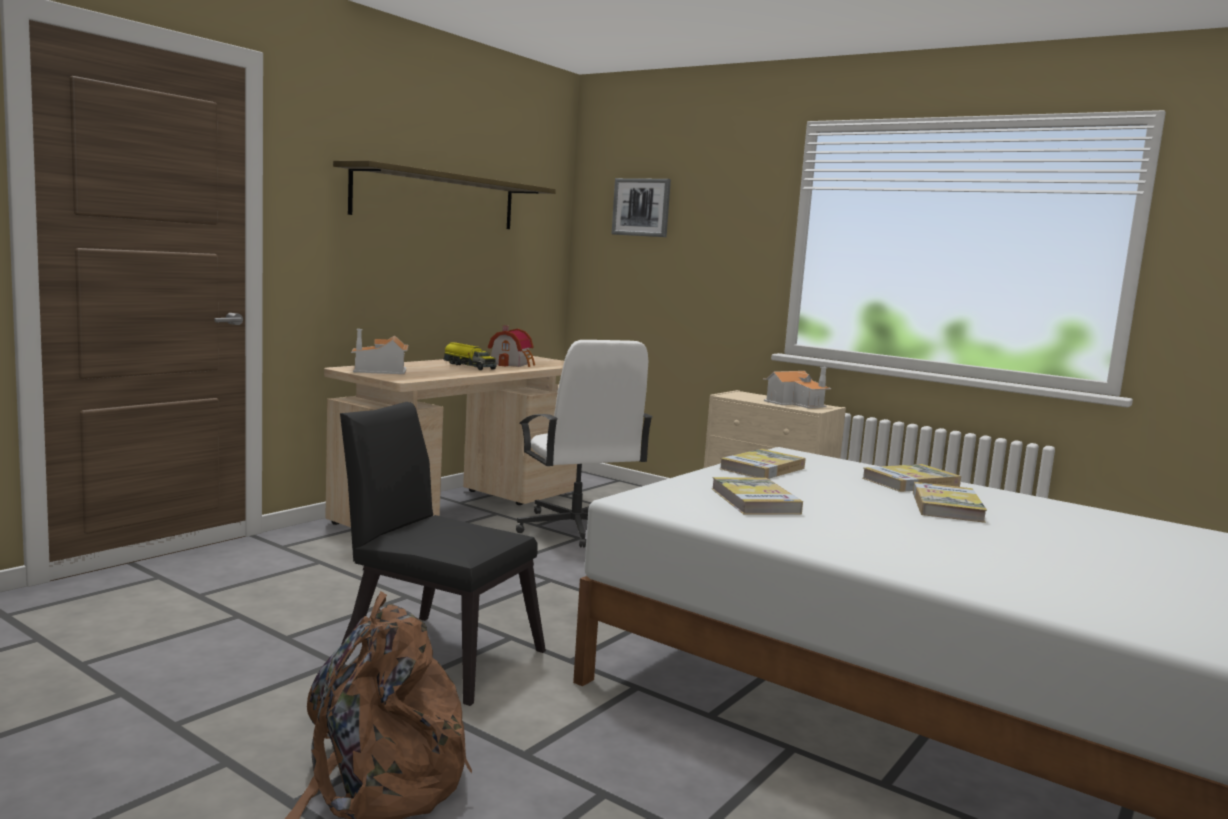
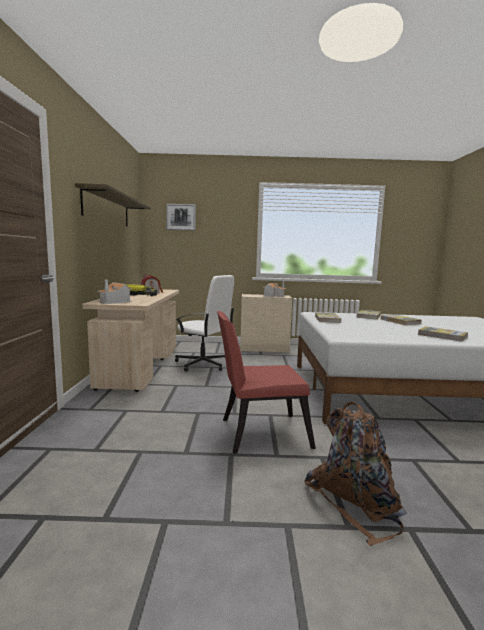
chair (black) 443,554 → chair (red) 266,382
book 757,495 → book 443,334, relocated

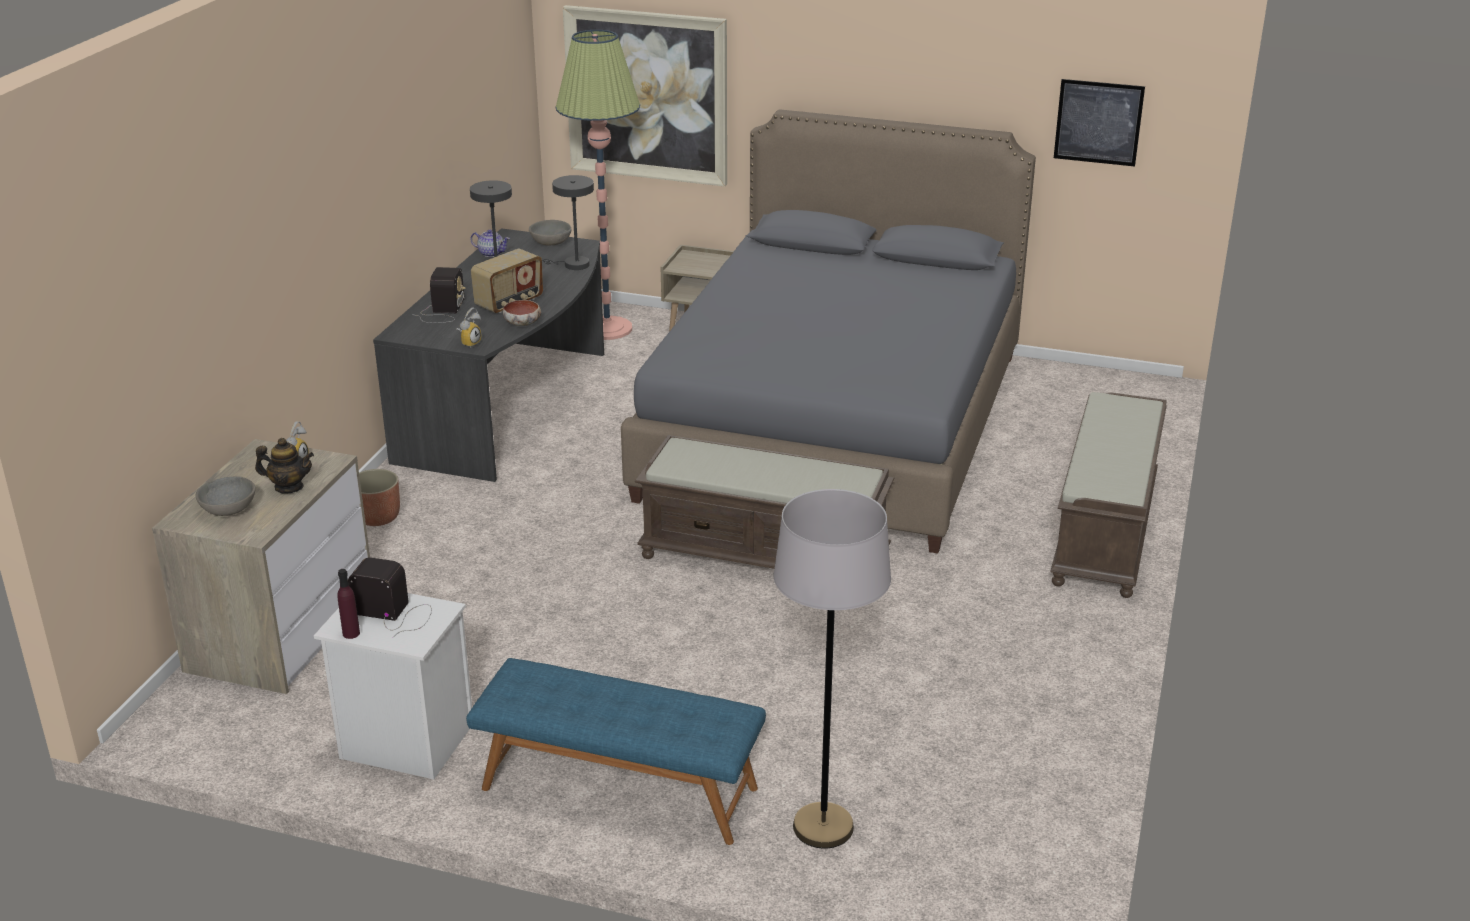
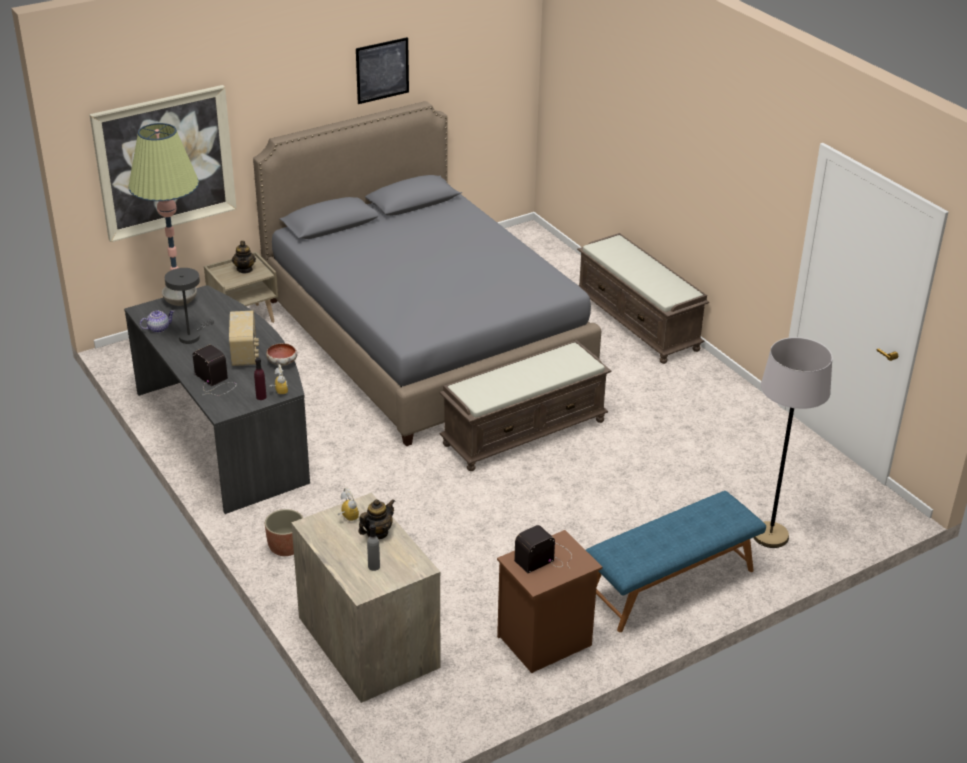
picture 1099,122 → picture 382,70, relocated
table lamp (grey) 568,222 → -
bowl (grey) 226,496 → bottle (grey) 373,547
bottle (purple) 348,604 → bottle (purple) 260,379, relocated
nightstand (white) 393,686 → nightstand (brown) 549,601
- → teapot 244,257

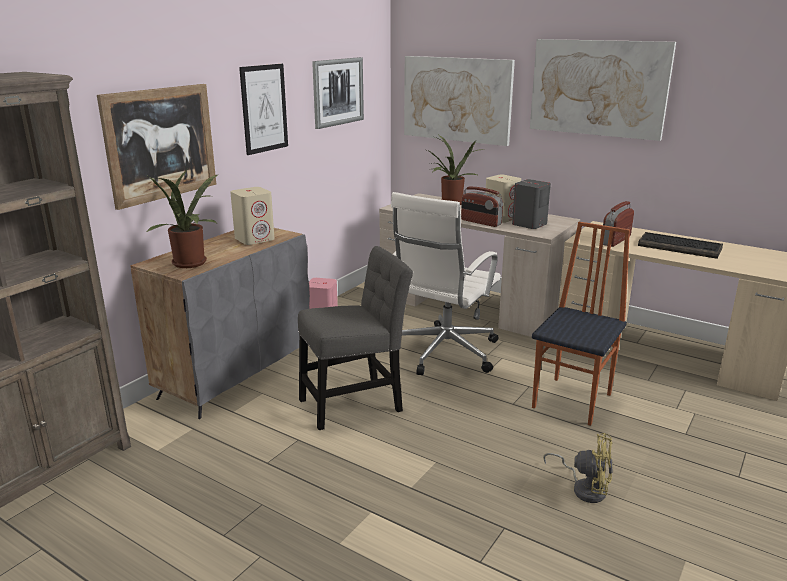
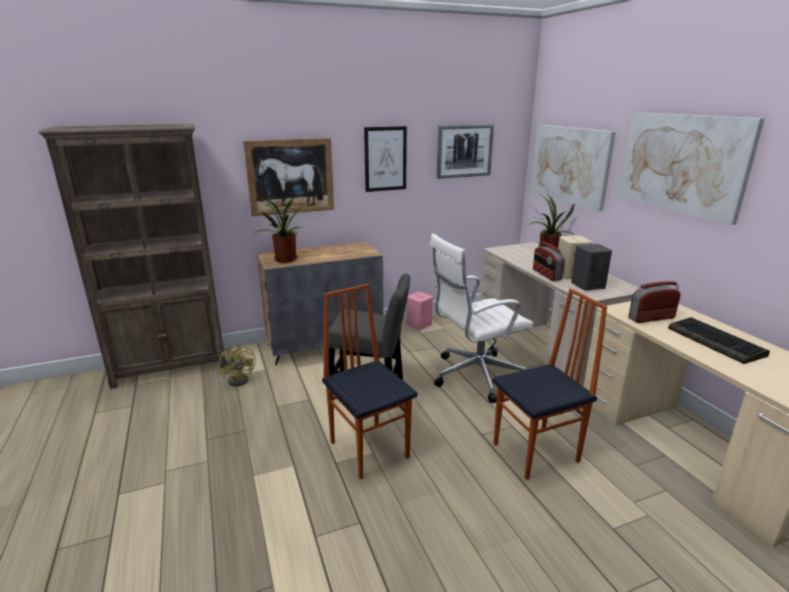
speaker (beige) 252,216 → -
fan (yellow) 578,468 → fan (yellow) 237,365, relocated
- → chair 369,382

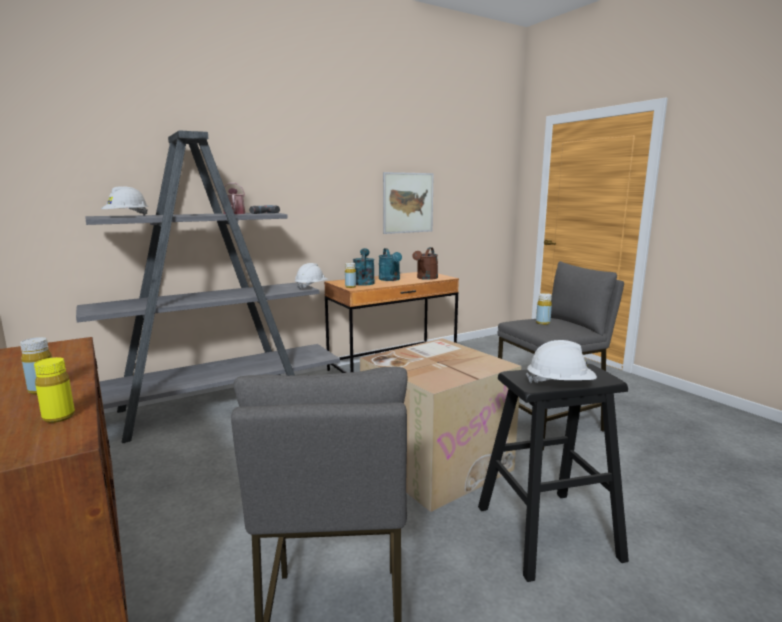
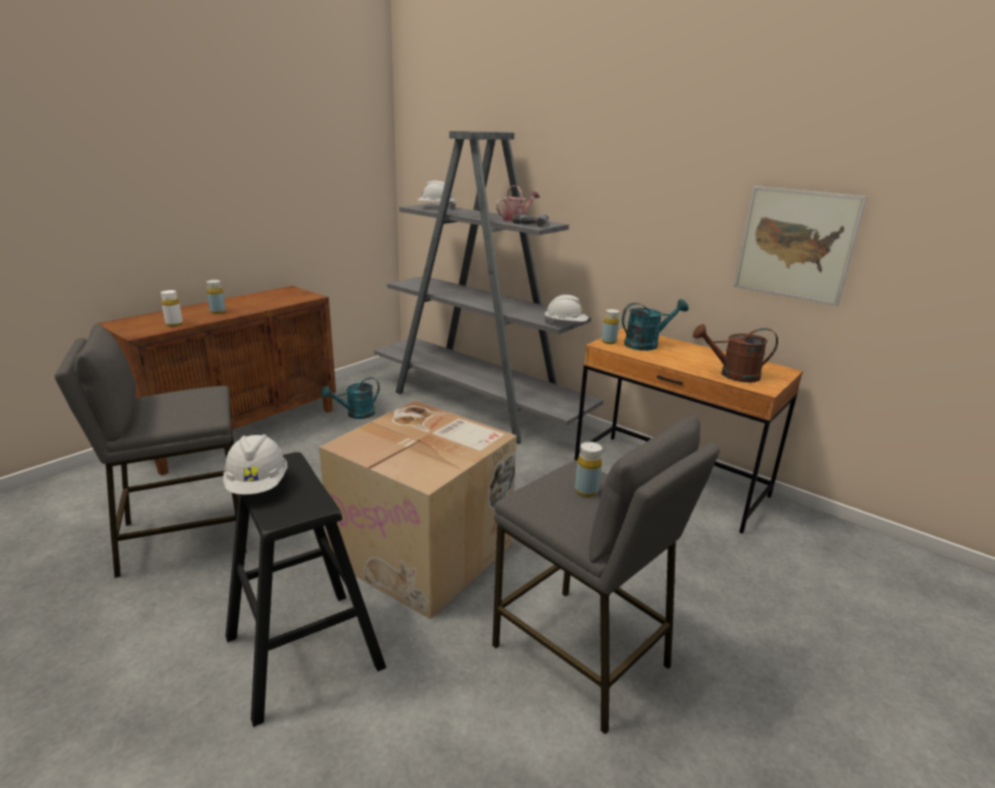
watering can (turquoise) 390,264 → watering can (turquoise) 350,398, relocated
bottle (yellow) 54,390 → bottle (white) 172,308

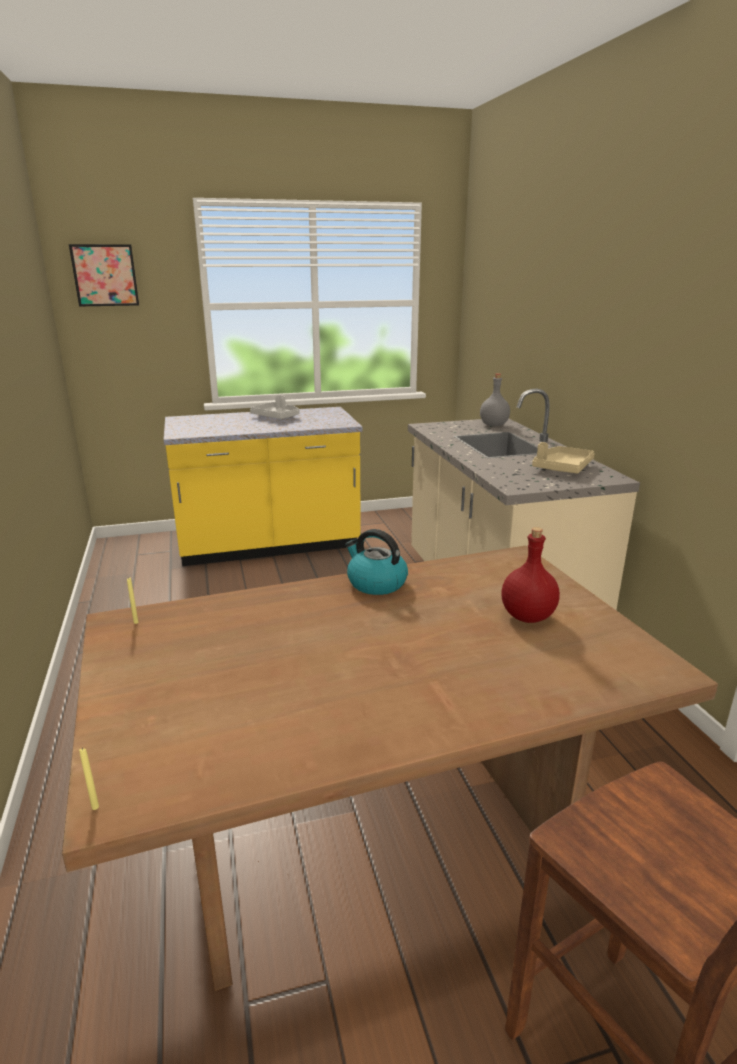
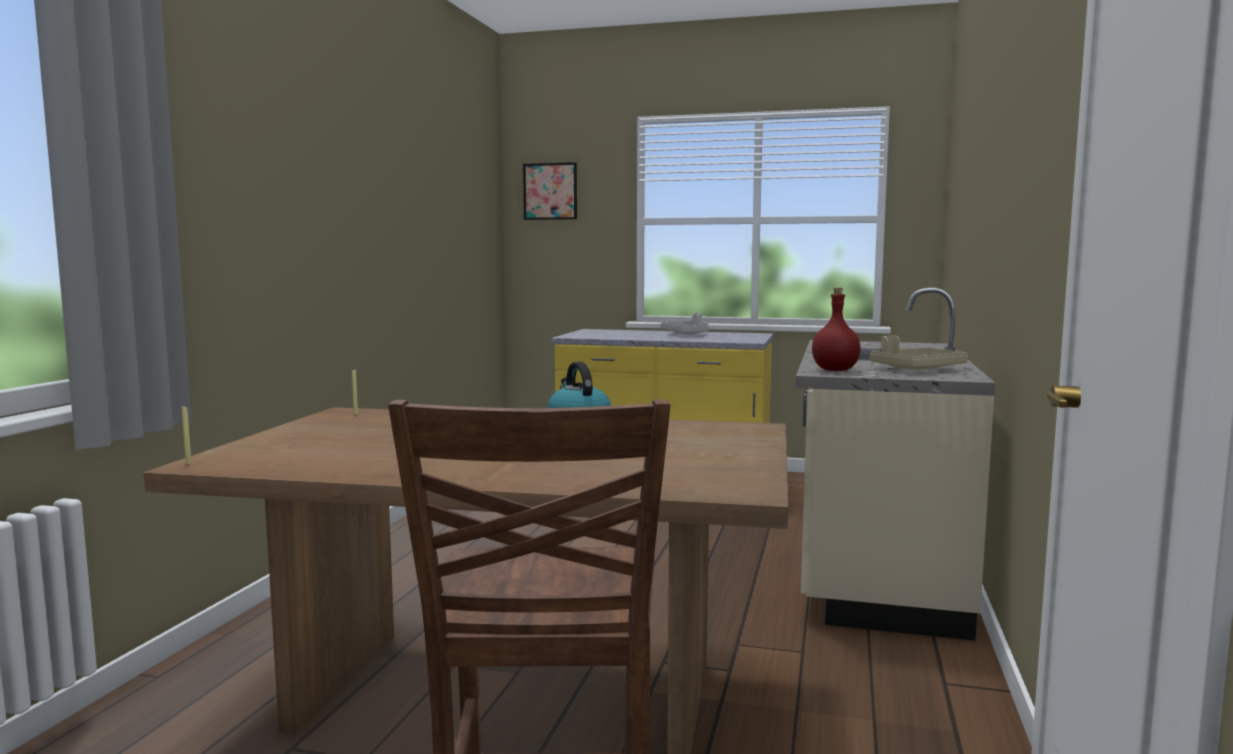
bottle (grey) 495,399 → -
bottle (red) 531,575 → bottle (red) 836,329, relocated

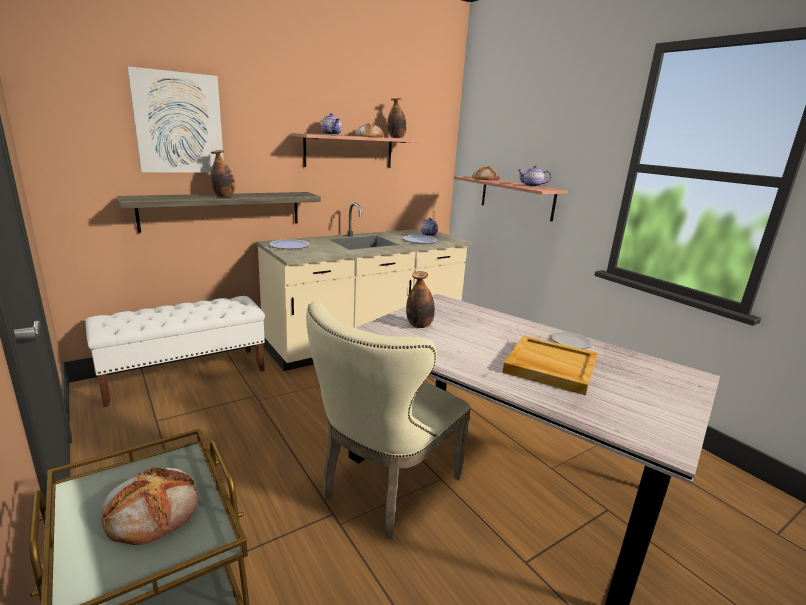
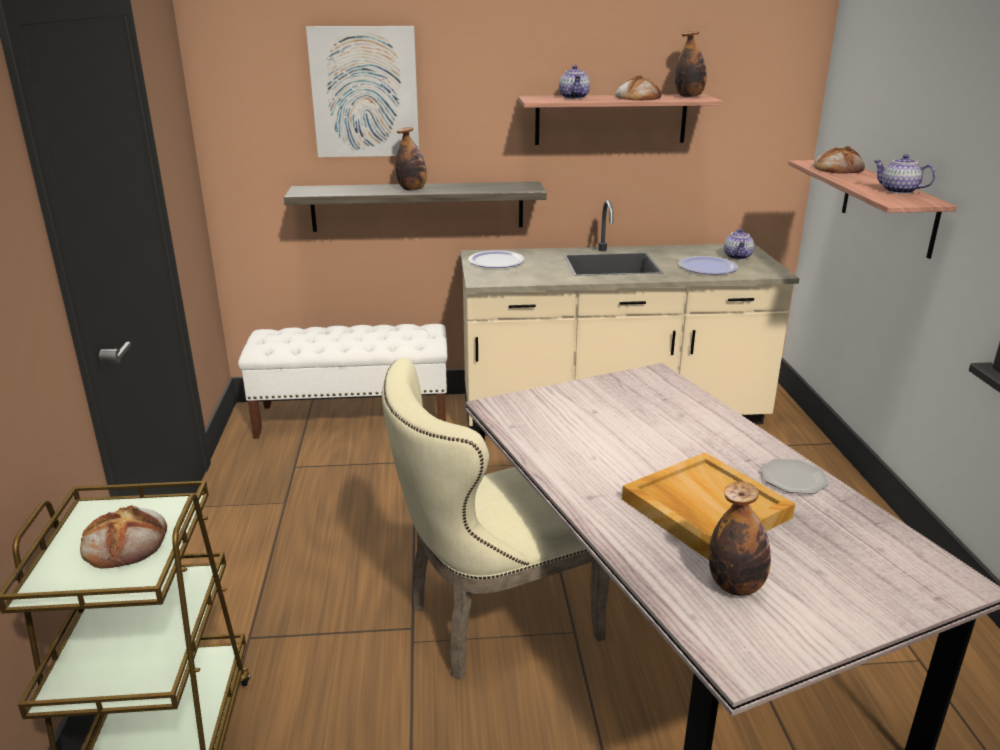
bottle 420,299 → bottle 740,538, relocated

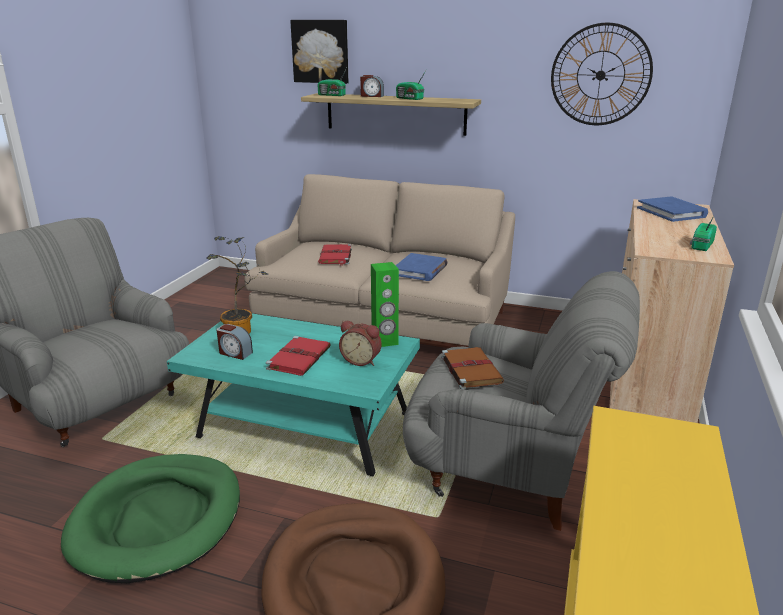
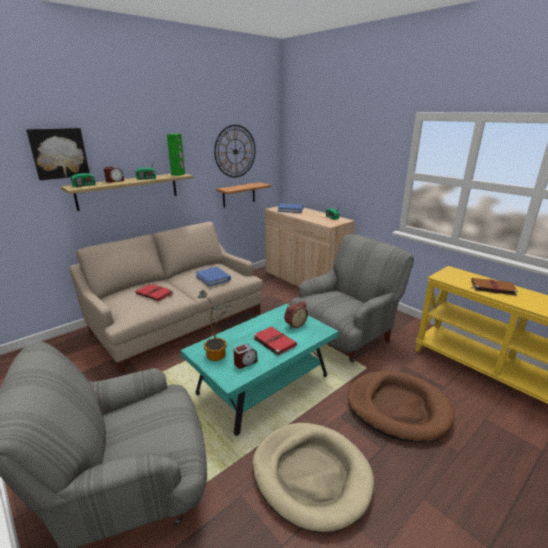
speaker (green) 385,304 → speaker (green) 176,155, relocated
book (brown) 472,368 → book (brown) 494,287, relocated
dog bed (green) 150,518 → dog bed (beige) 313,477
- → shelf 243,194

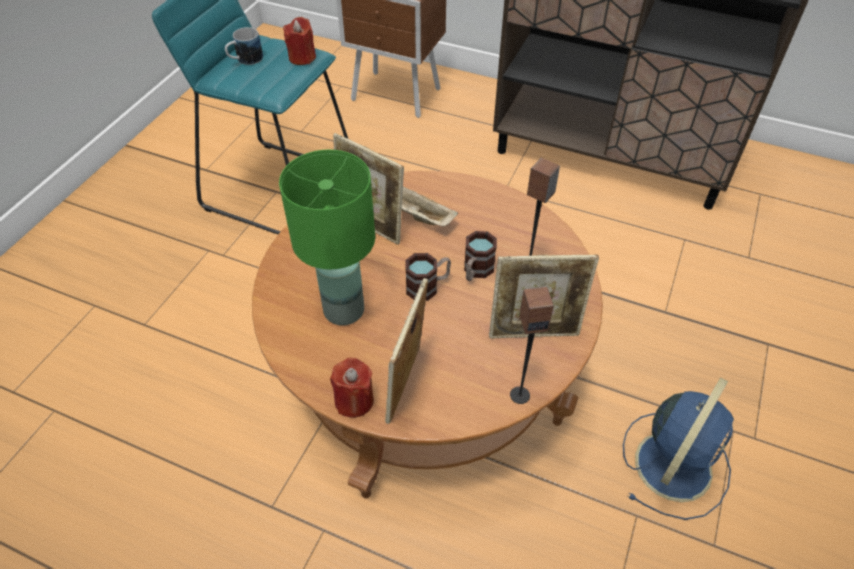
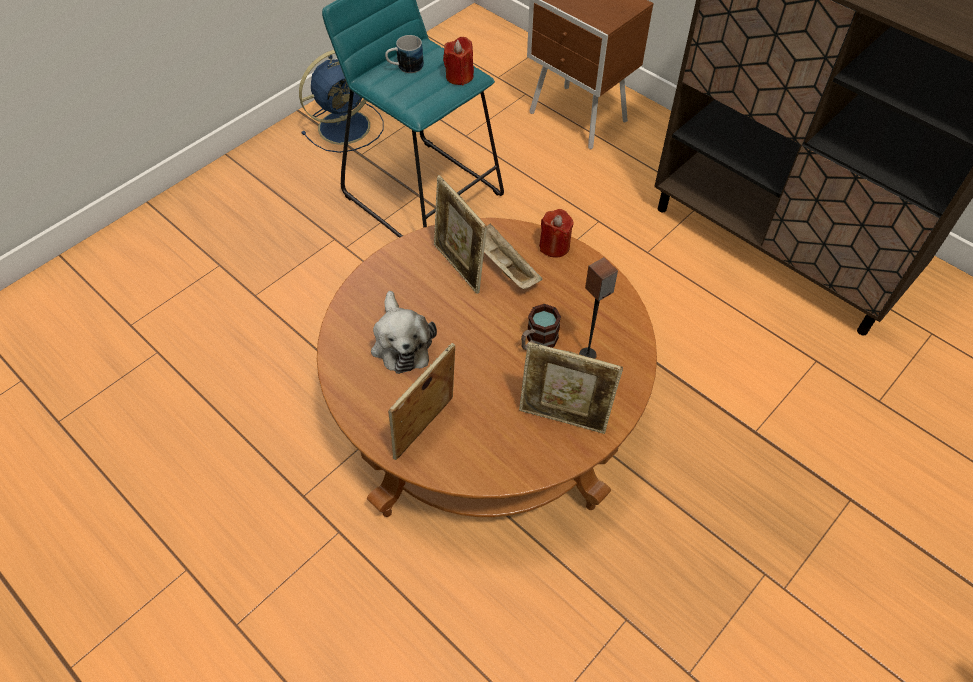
table lamp (green) 327,237 → plush toy 404,332
mug 428,277 → -
speaker 532,345 → -
candle (red) 352,388 → candle (red) 556,233, relocated
fan (blue) 678,448 → fan (blue) 341,101, relocated

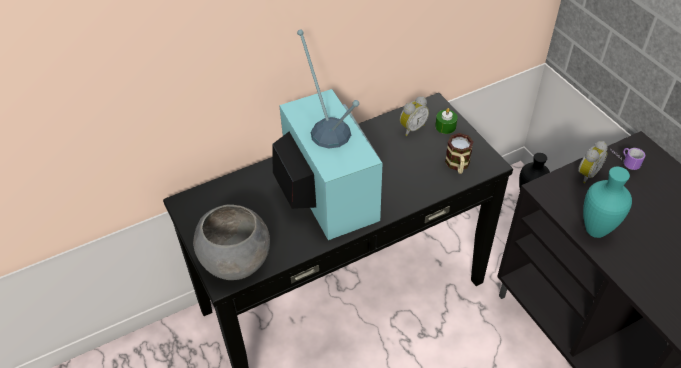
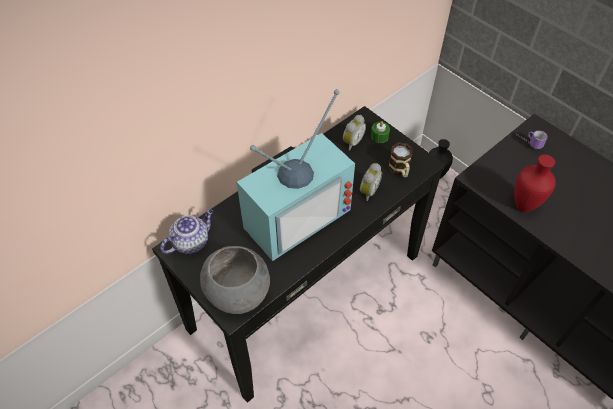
television 327,134 → television 296,175, 90 degrees clockwise
alarm clock 593,162 → alarm clock 371,182, relocated
vase (turquoise) 607,202 → vase (red) 535,183
- → teapot 187,231

